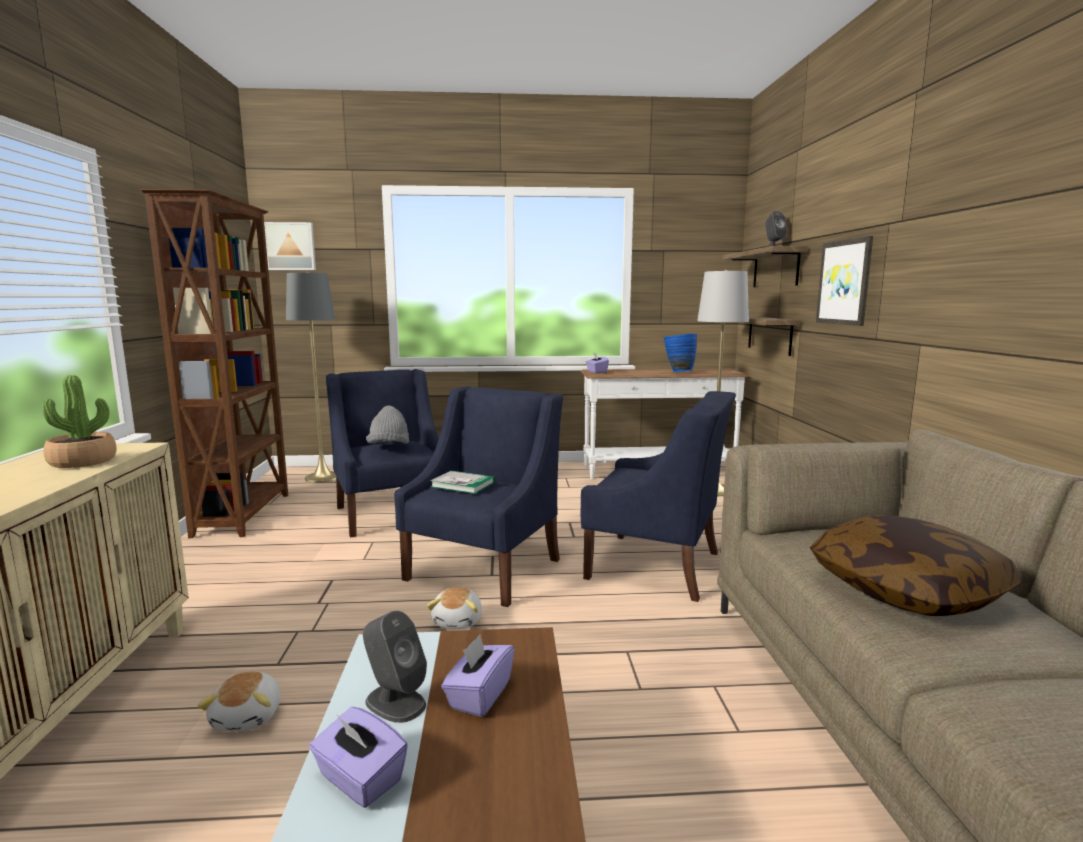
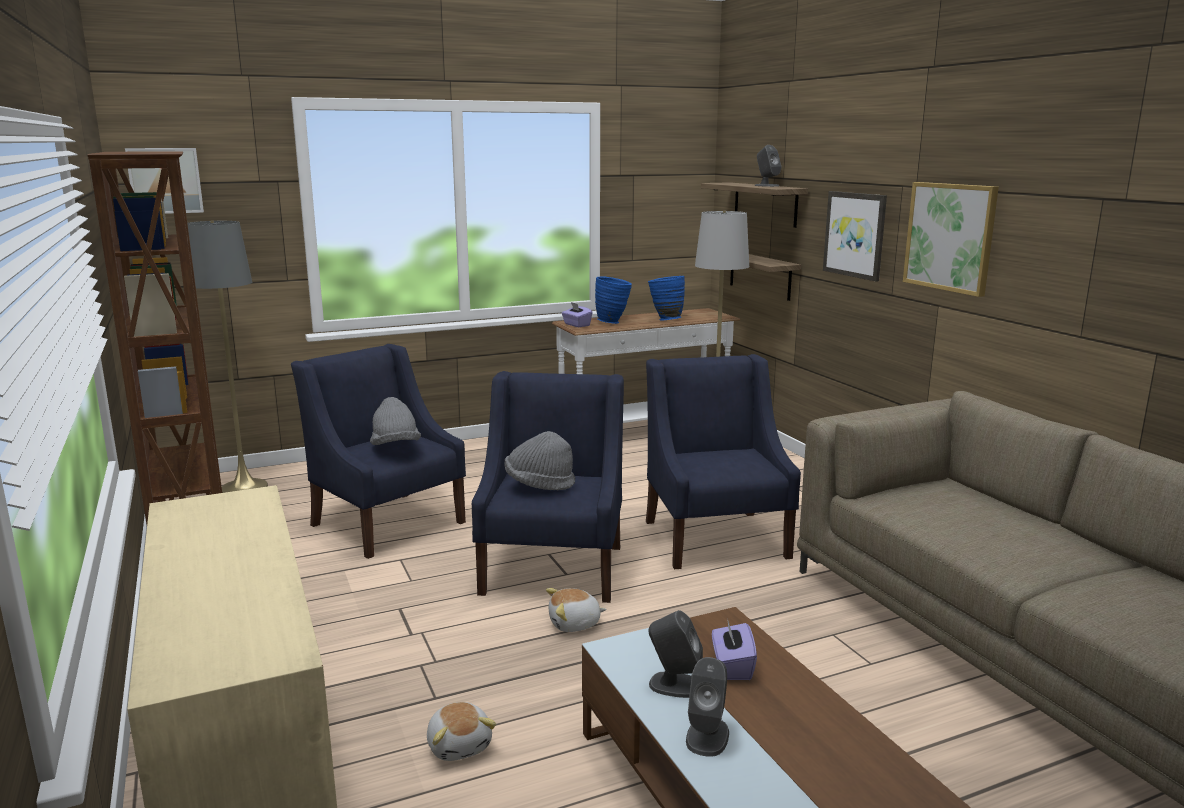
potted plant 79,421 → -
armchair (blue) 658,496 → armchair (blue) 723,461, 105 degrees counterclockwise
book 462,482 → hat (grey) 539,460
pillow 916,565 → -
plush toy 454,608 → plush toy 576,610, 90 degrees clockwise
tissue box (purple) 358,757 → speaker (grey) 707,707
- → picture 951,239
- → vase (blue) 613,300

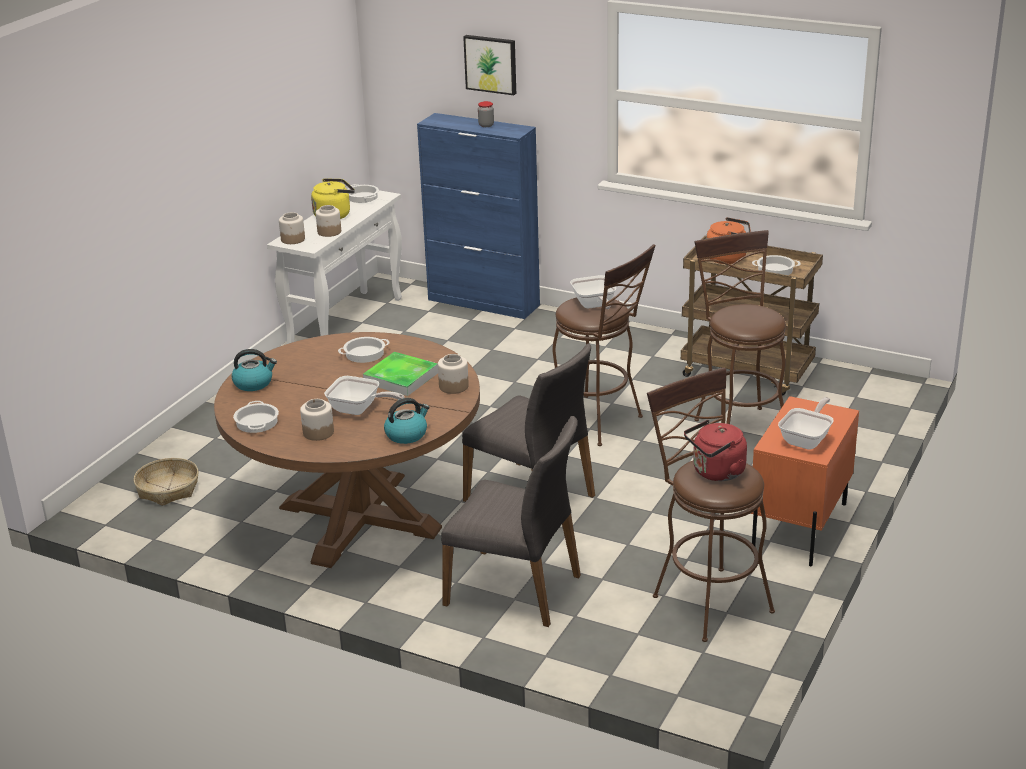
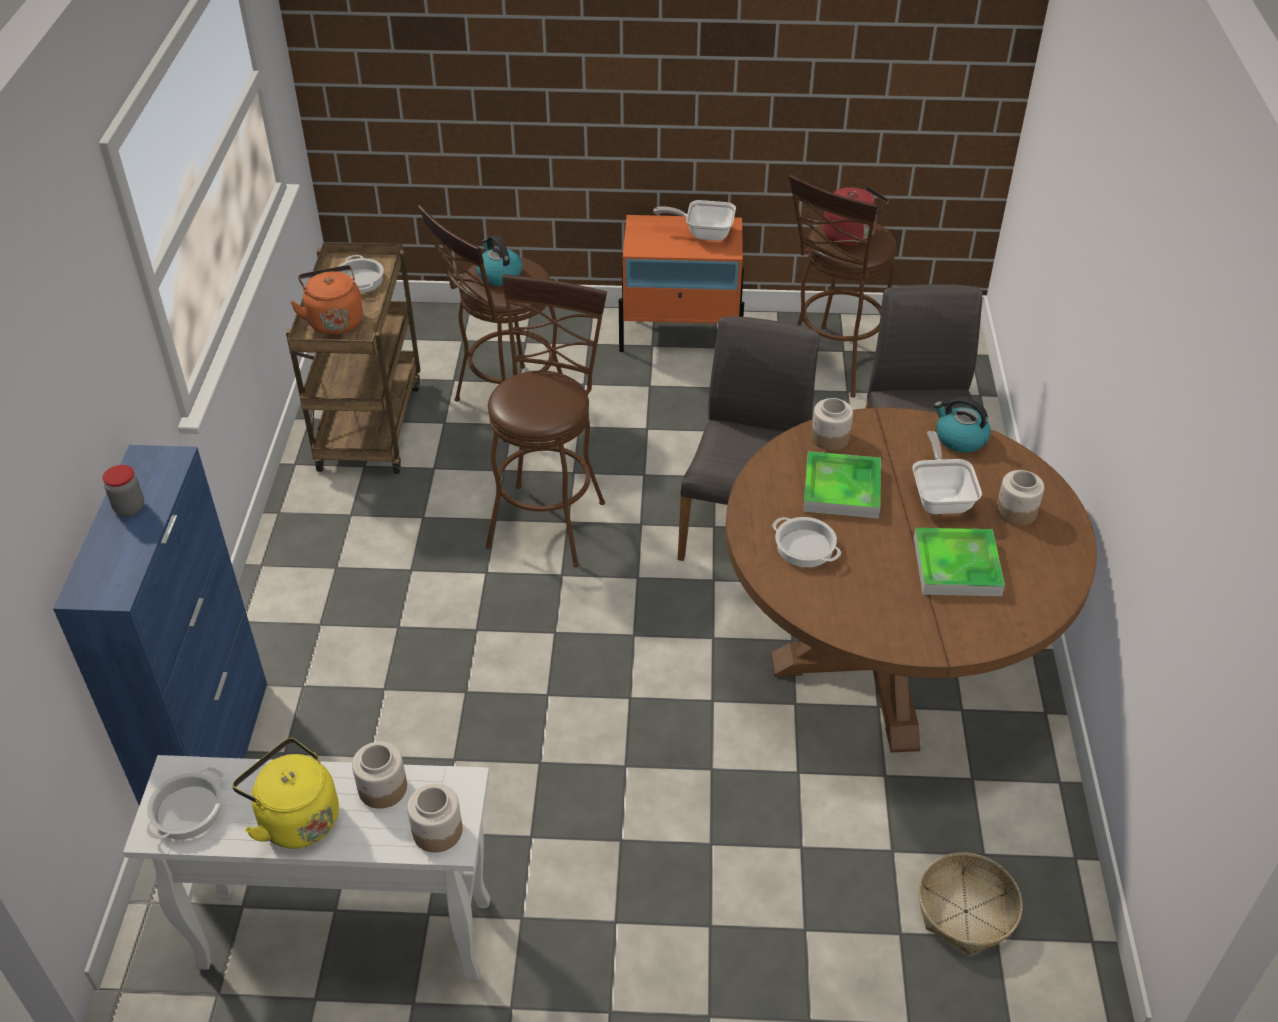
picture 489,65 → -
frying pan 593,292 → -
kettle 254,370 → kettle 499,260, relocated
cooking pot 256,417 → -
- → tray 959,562

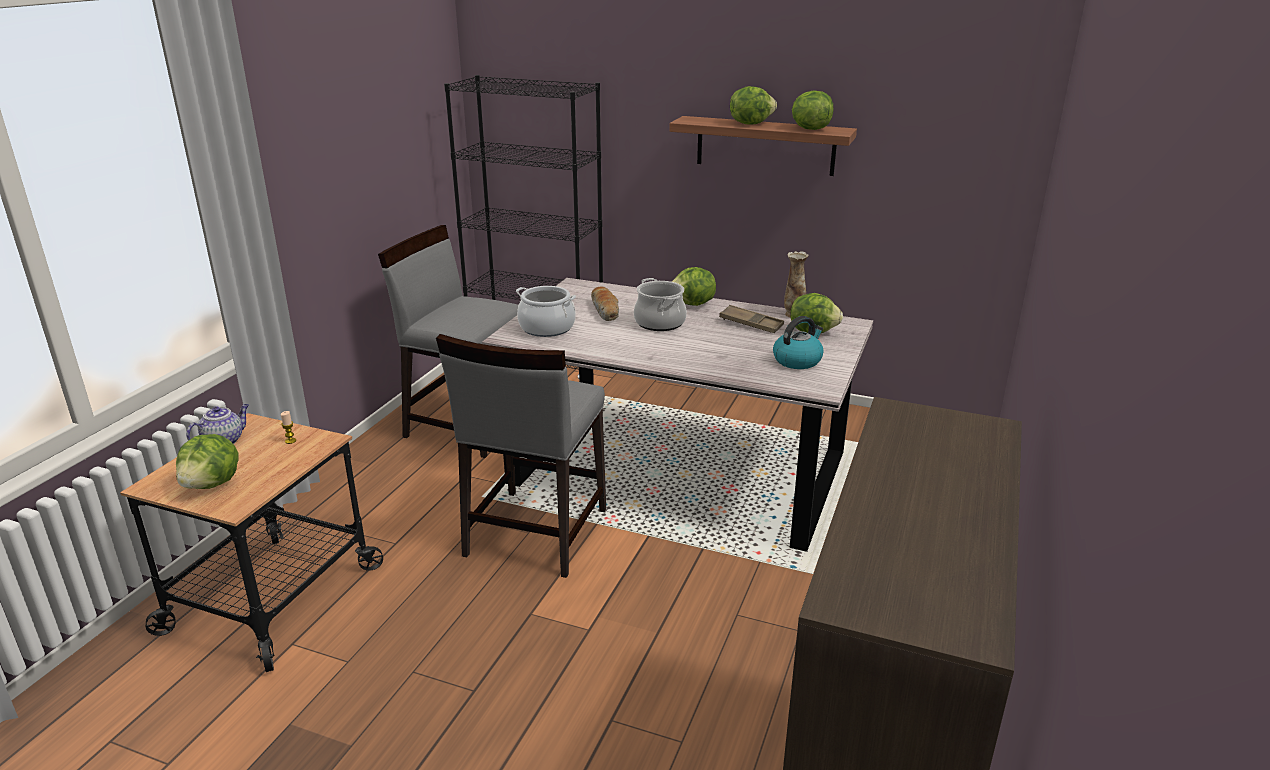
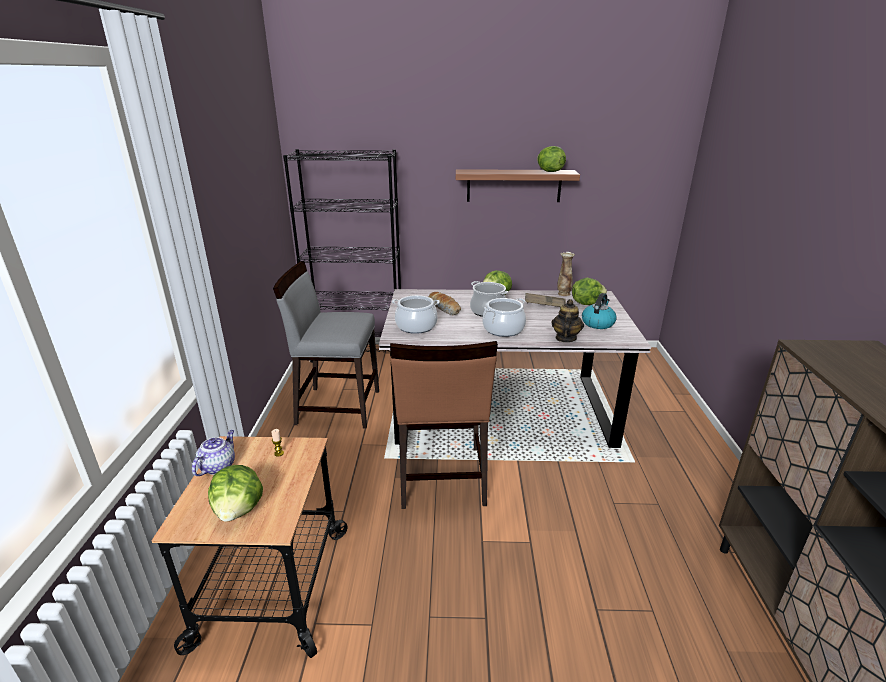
lettuce 753,105 → -
chair (grey) 521,456 → chair (brown) 444,425
- → cooking pot 504,317
- → teapot 568,320

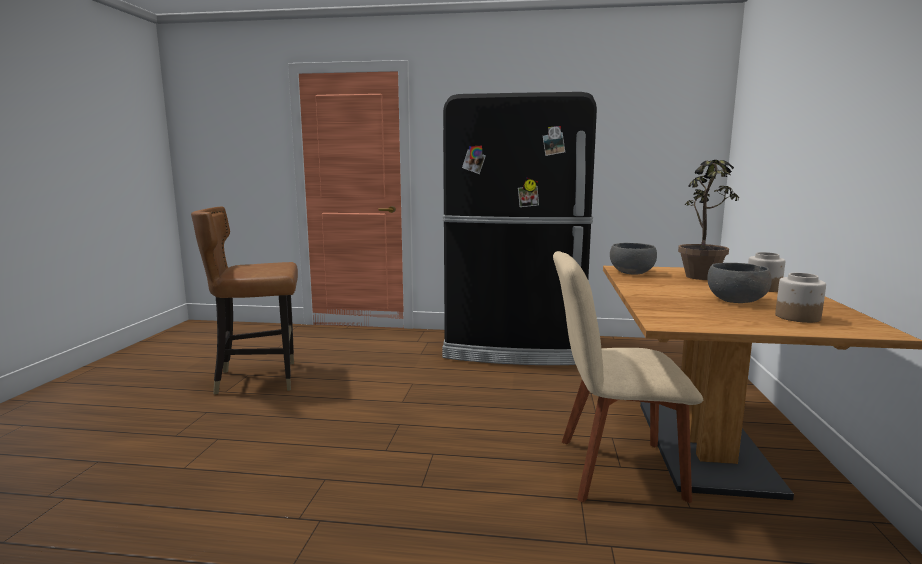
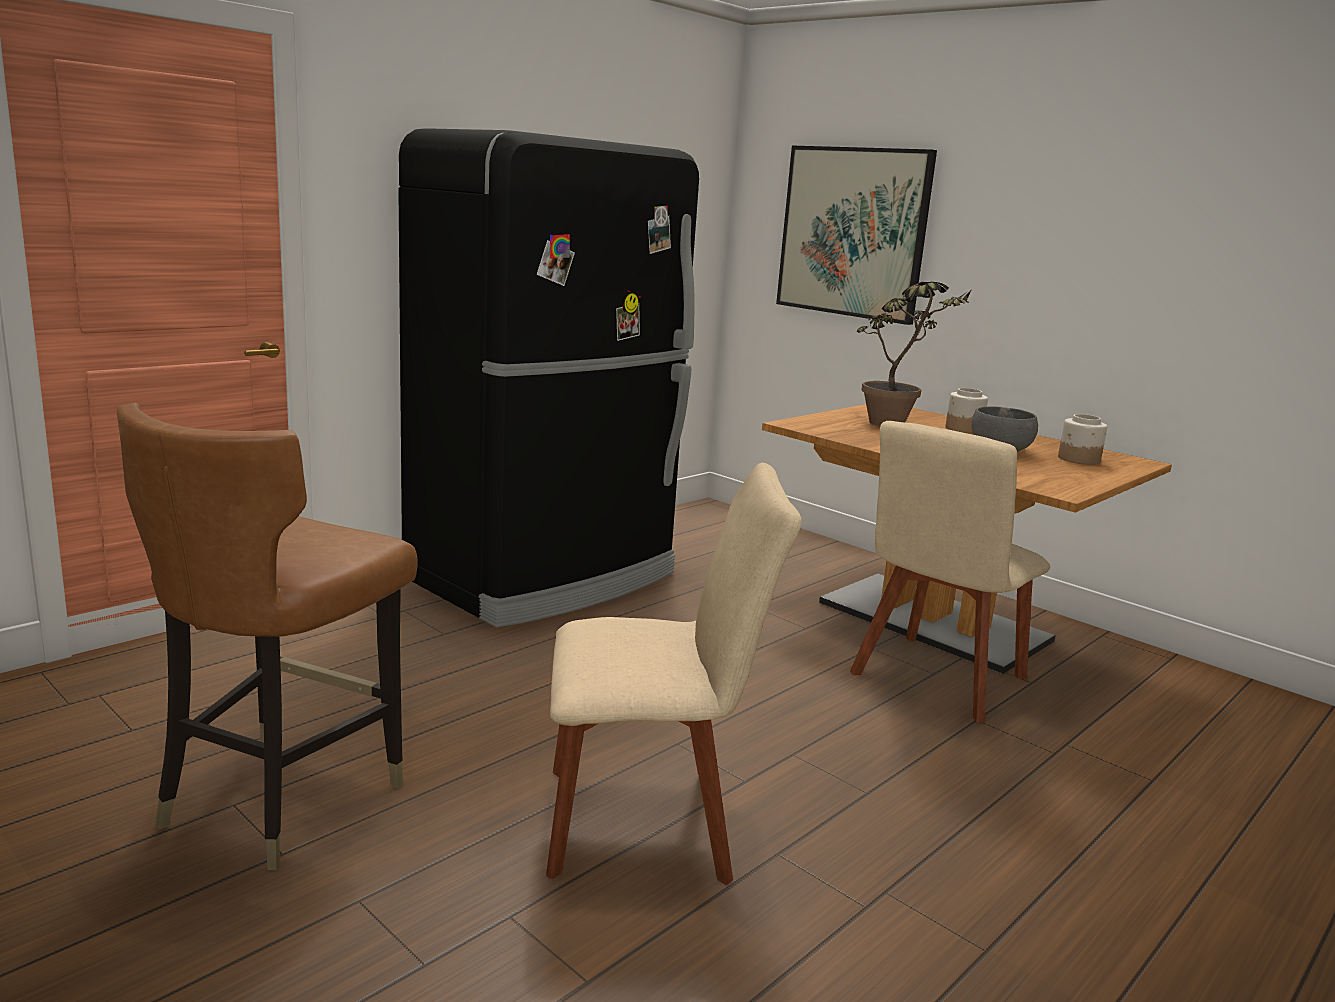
bowl (grey) 633,259 → -
- → picture 856,235
- → chair (beige) 674,674

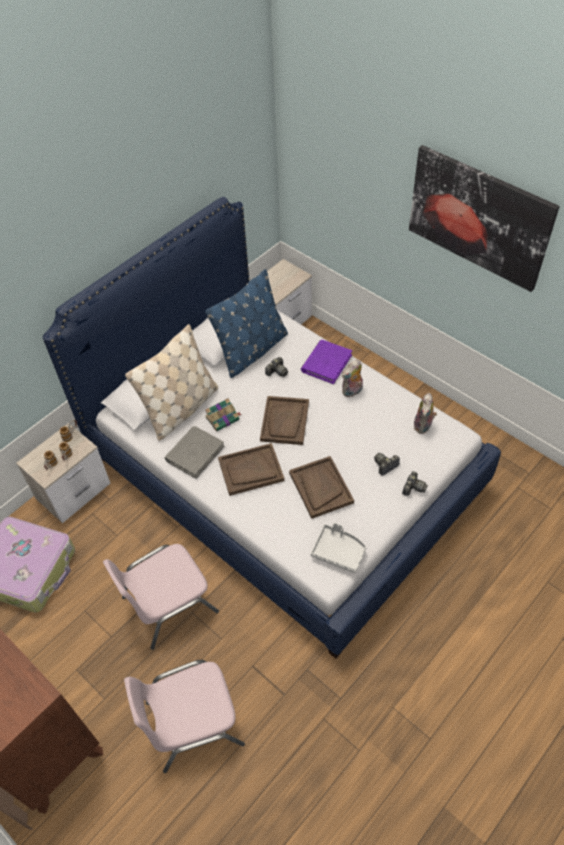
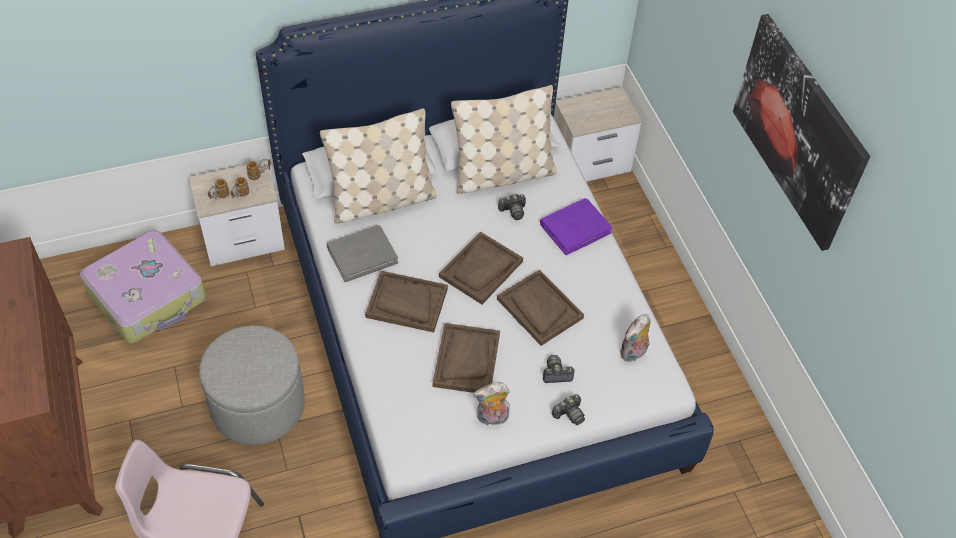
pillow (blue) 246,323 → pillow (beige) 503,139
plush toy 352,378 → plush toy 491,403, relocated
book 223,414 → -
tray (grey) 339,548 → -
chair (pink) 161,597 → ottoman (grey) 252,385
- → tray (brown) 540,308

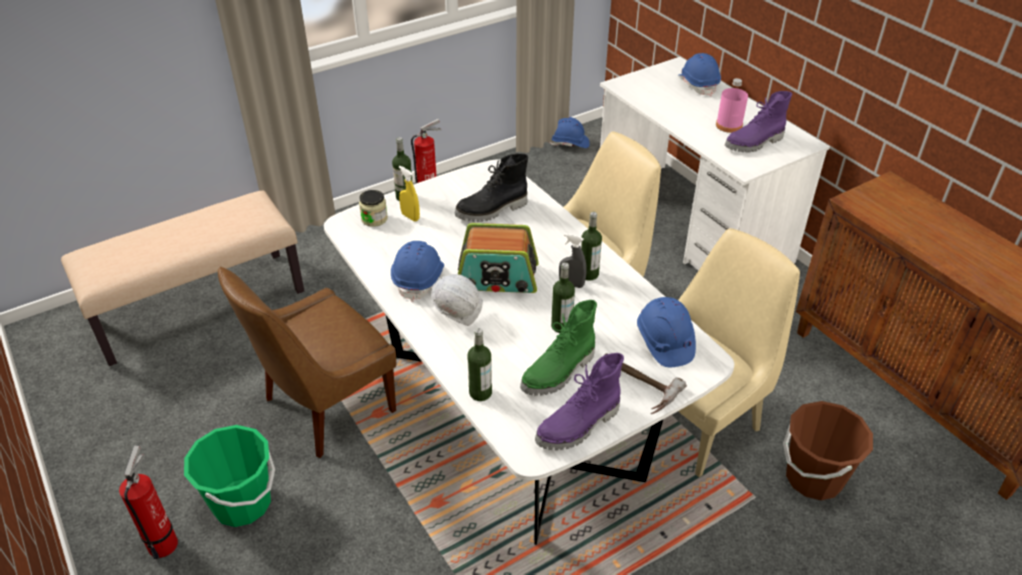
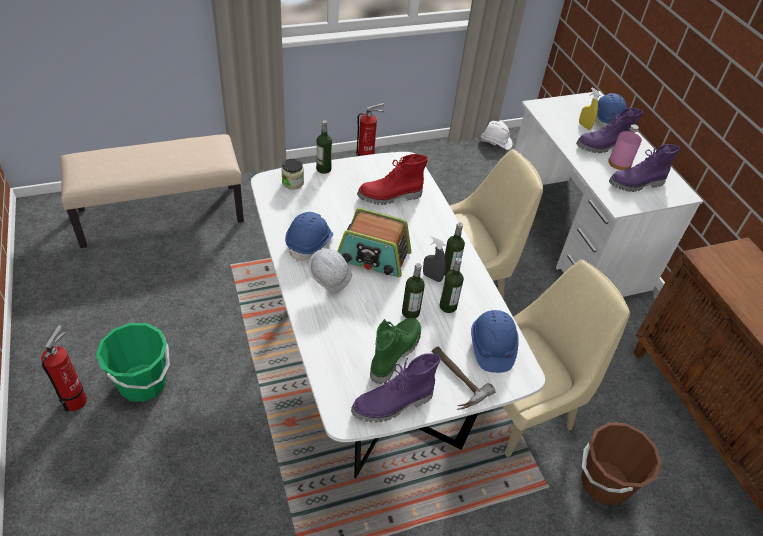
hard hat (blue) 570,132 → hard hat (white) 495,135
boot (black) 491,187 → boot (red) 392,179
spray bottle (yellow) 409,194 → spray bottle (yellow) 590,109, relocated
chair (brown) 307,362 → -
boot (green) 558,348 → boot (green) 395,351, 150 degrees clockwise
bottle 479,364 → bottle 452,285, relocated
- → boot (purple) 609,130

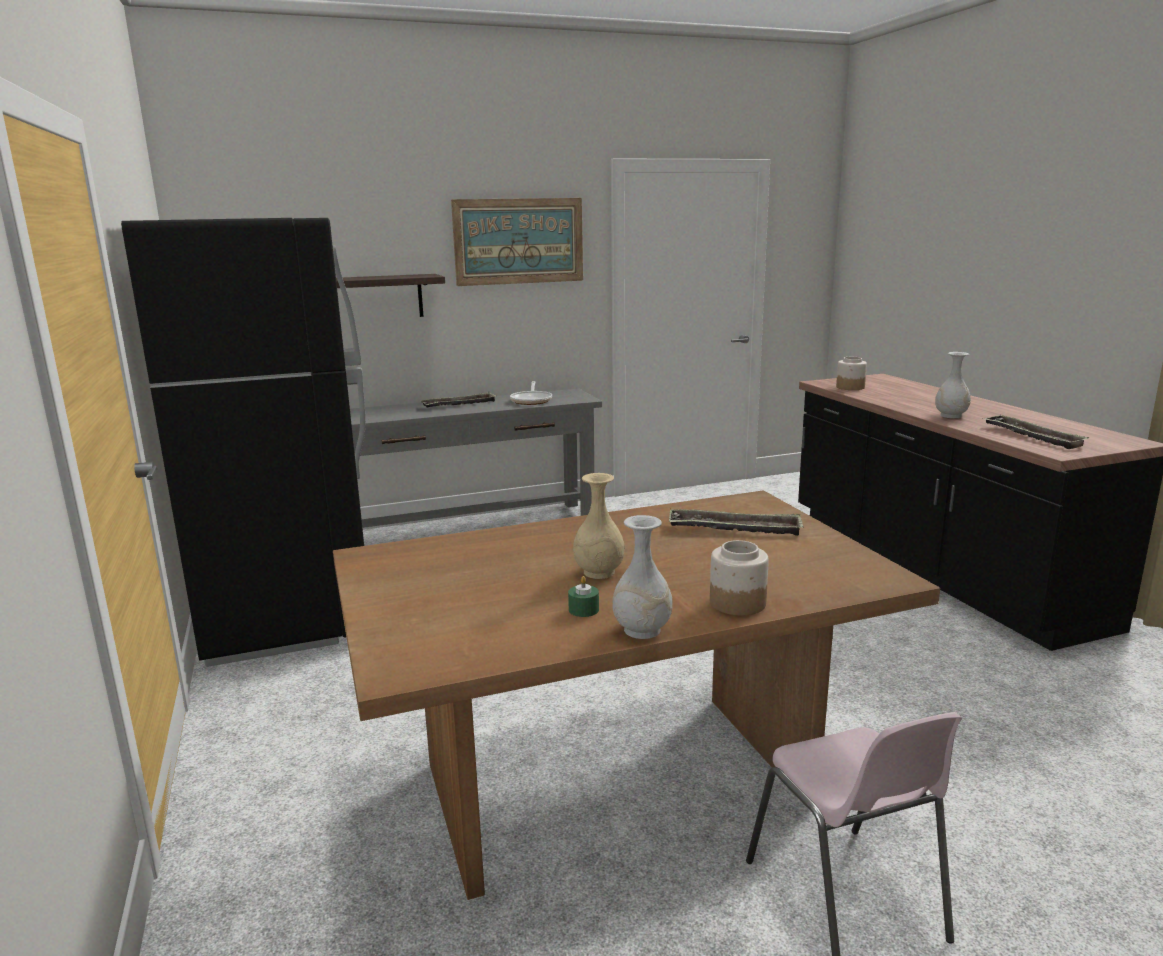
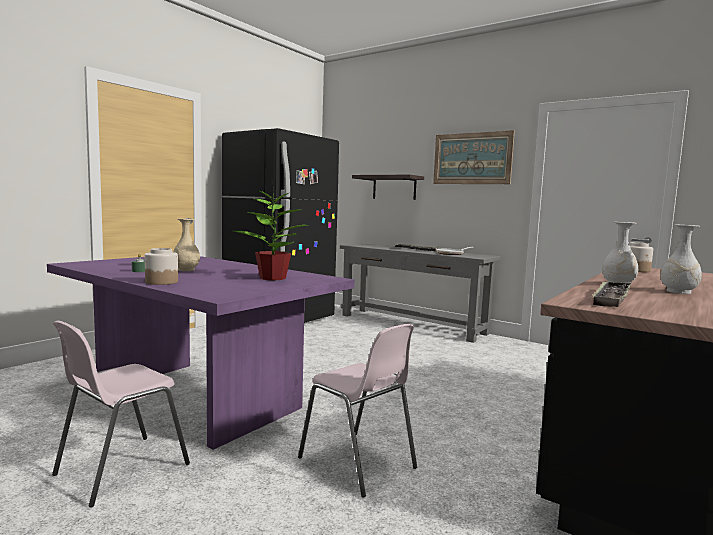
dining table (brown) 636,695 → dining table (purple) 200,353
tray 736,522 → potted plant 271,233
vase (white) 642,577 → vase (white) 681,259, relocated
- → chair (pink) 357,410

